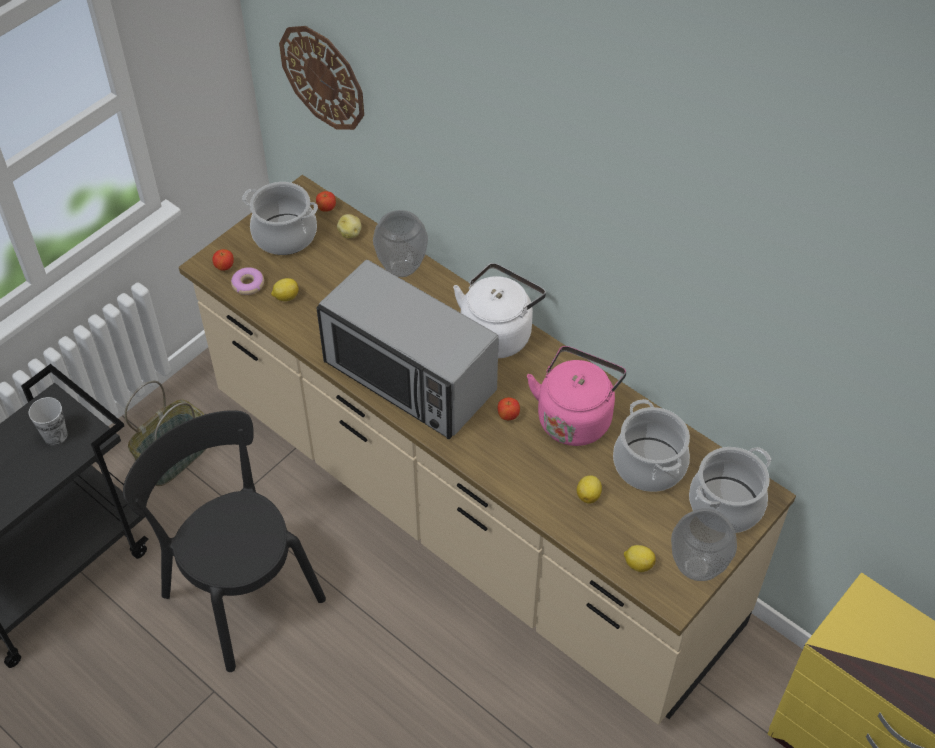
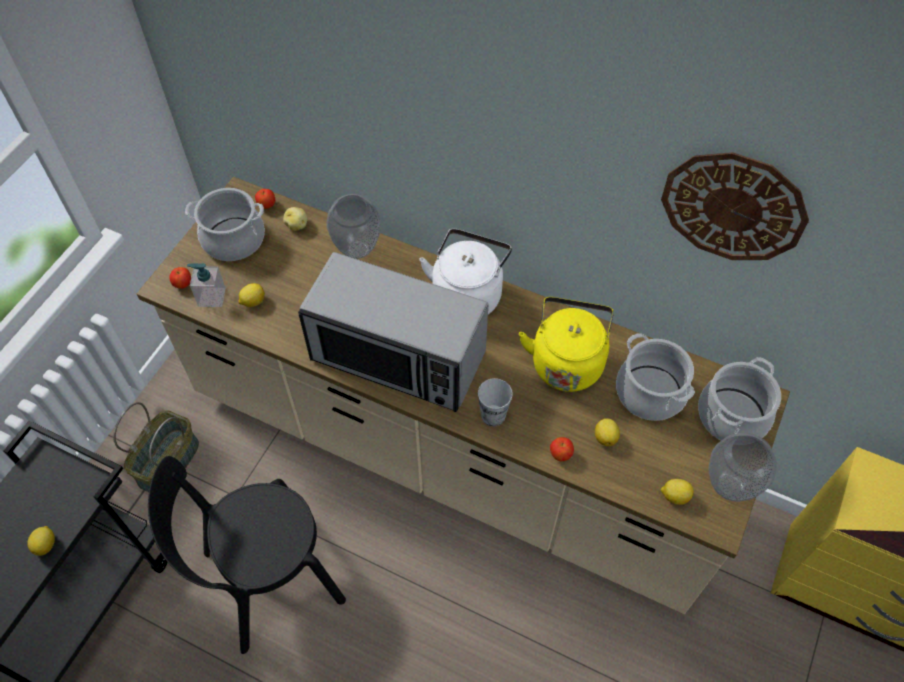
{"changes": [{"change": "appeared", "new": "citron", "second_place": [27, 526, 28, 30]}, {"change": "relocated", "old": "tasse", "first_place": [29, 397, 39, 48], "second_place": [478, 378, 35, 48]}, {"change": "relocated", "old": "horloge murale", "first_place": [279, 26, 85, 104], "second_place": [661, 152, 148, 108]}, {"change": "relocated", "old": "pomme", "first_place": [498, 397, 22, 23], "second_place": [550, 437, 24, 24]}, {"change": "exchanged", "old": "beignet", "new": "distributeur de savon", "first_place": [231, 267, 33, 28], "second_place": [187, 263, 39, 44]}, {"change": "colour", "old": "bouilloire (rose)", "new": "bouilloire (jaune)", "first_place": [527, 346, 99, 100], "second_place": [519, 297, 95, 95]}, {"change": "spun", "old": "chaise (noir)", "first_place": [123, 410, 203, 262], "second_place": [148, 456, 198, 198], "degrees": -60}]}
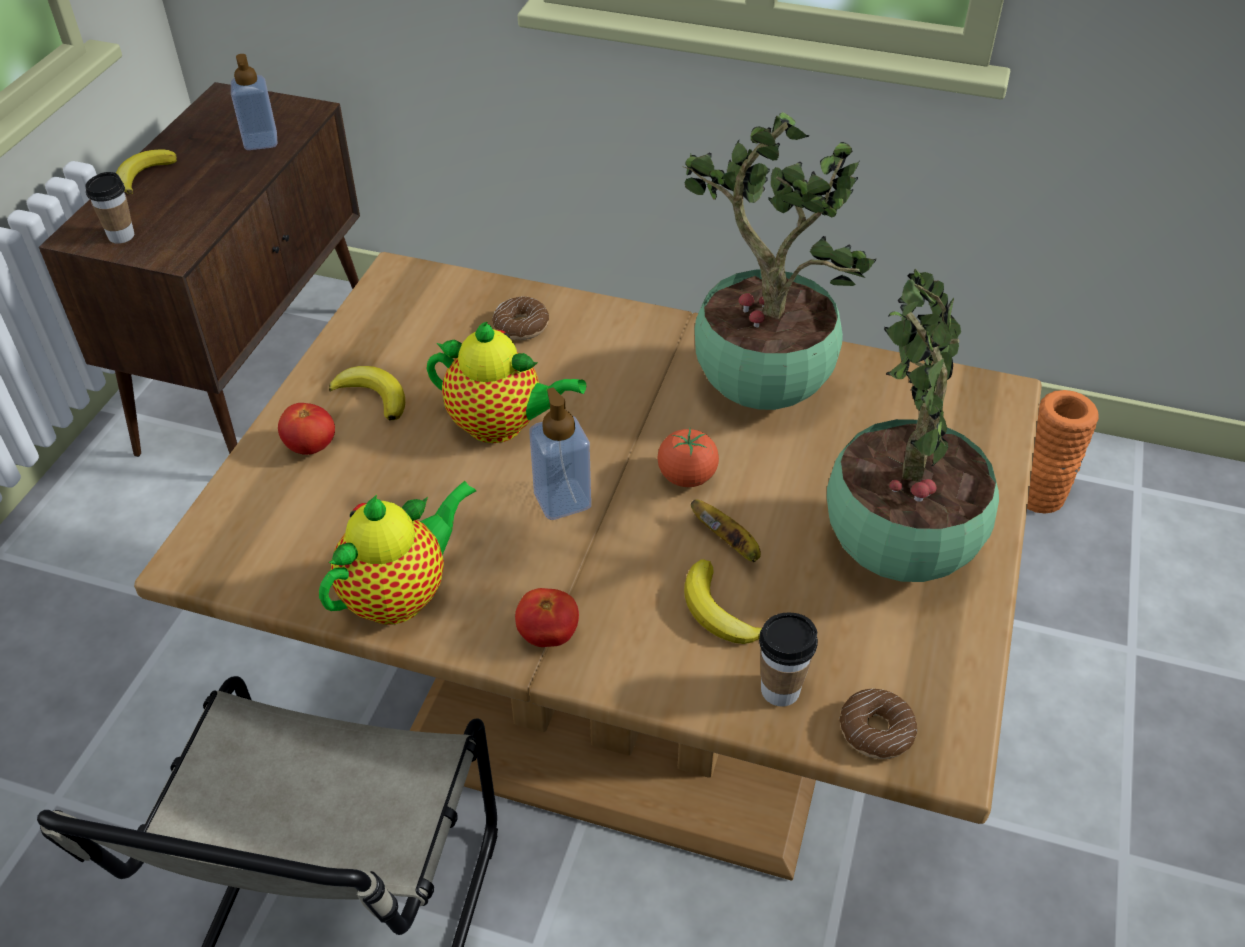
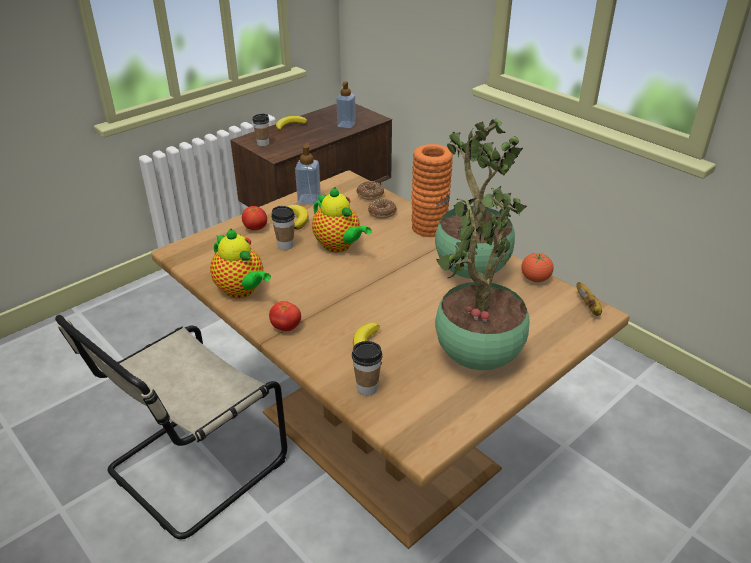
{"changes": [{"change": "appeared", "new": "tasse", "second_place": [271, 206, 24, 44]}, {"change": "relocated", "old": "distributeur de savon", "first_place": [529, 388, 62, 132], "second_place": [295, 143, 26, 62]}, {"change": "relocated", "old": "tomate", "first_place": [657, 427, 62, 60], "second_place": [521, 253, 33, 29]}, {"change": "relocated", "old": "banane", "first_place": [691, 499, 70, 63], "second_place": [576, 282, 26, 34]}, {"change": "relocated", "old": "beignet", "first_place": [839, 689, 78, 70], "second_place": [356, 181, 28, 19]}, {"change": "relocated", "old": "vase (orange)", "first_place": [1027, 390, 72, 124], "second_place": [411, 144, 42, 93]}, {"change": "spun", "old": "théière", "first_place": [319, 481, 157, 144], "second_place": [210, 228, 61, 70], "degrees": 60}]}
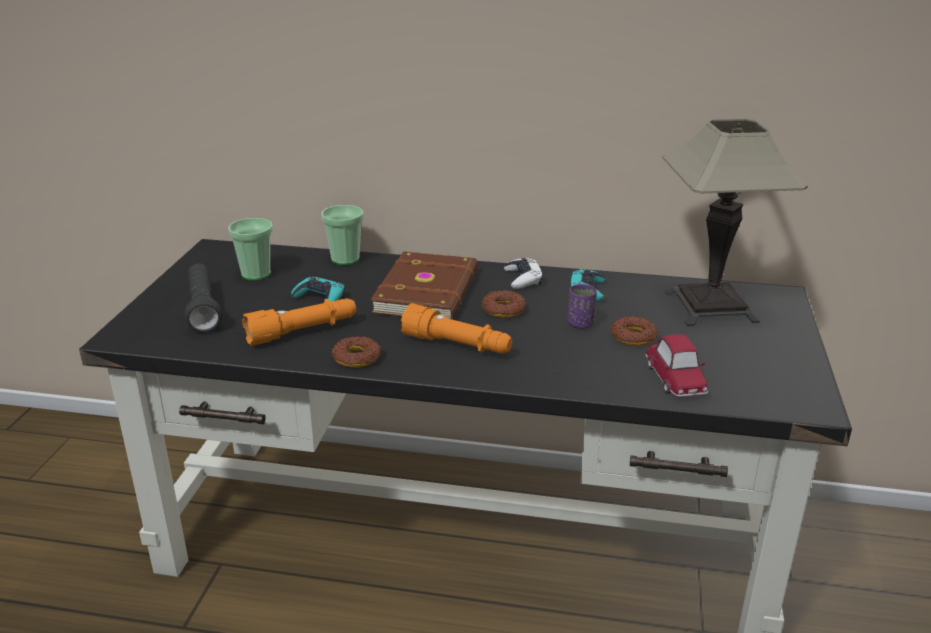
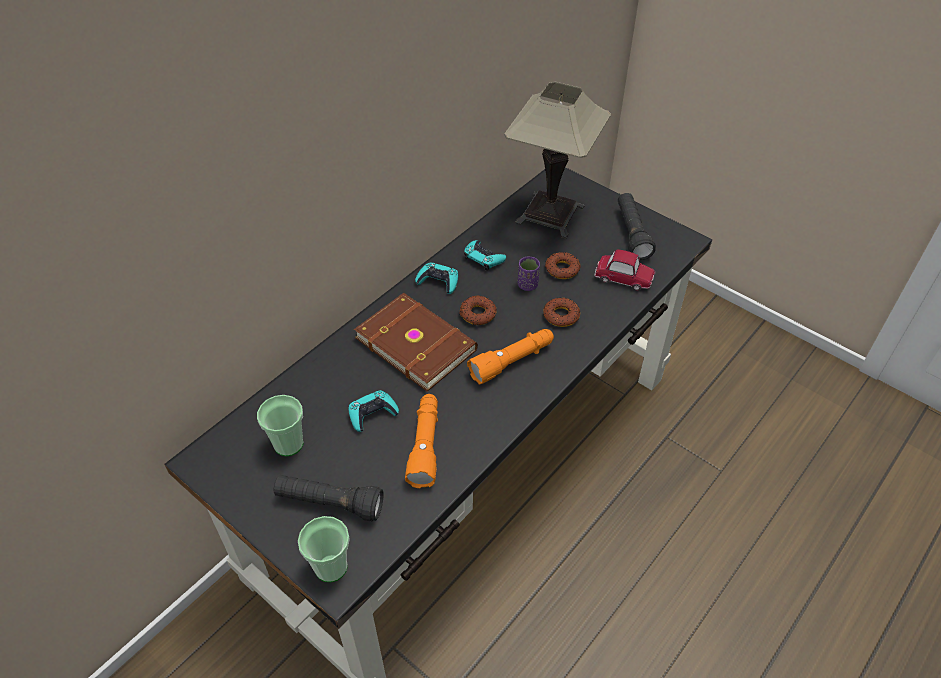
{"changes": [{"change": "appeared", "new": "lampe de poche (noir)", "second_place": [618, 193, 38, 67]}, {"change": "relocated", "old": "tasse", "first_place": [321, 205, 43, 60], "second_place": [298, 516, 52, 66]}, {"change": "relocated", "old": "beignet", "first_place": [331, 336, 50, 32], "second_place": [543, 298, 37, 29]}, {"change": "colour", "old": "manette (blanc)", "new": "manette (turquoise)", "first_place": [504, 258, 39, 31], "second_place": [415, 262, 43, 32]}]}
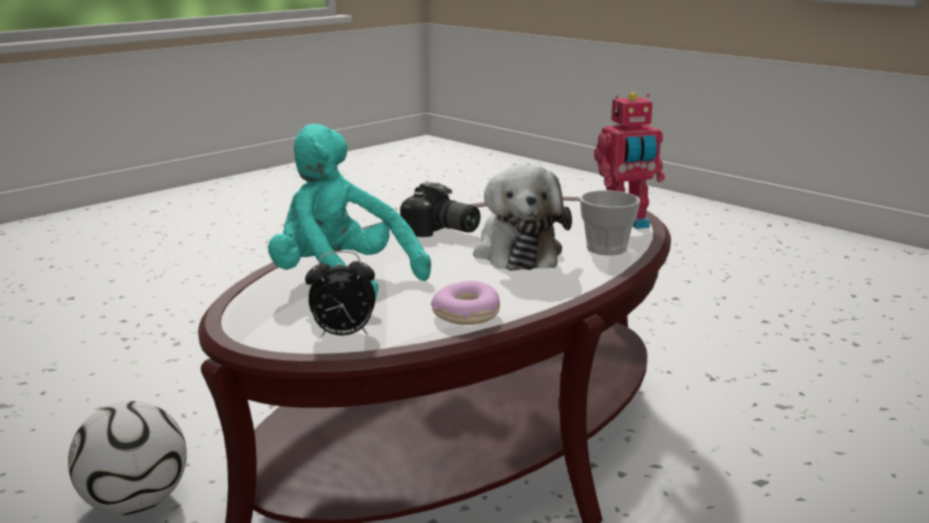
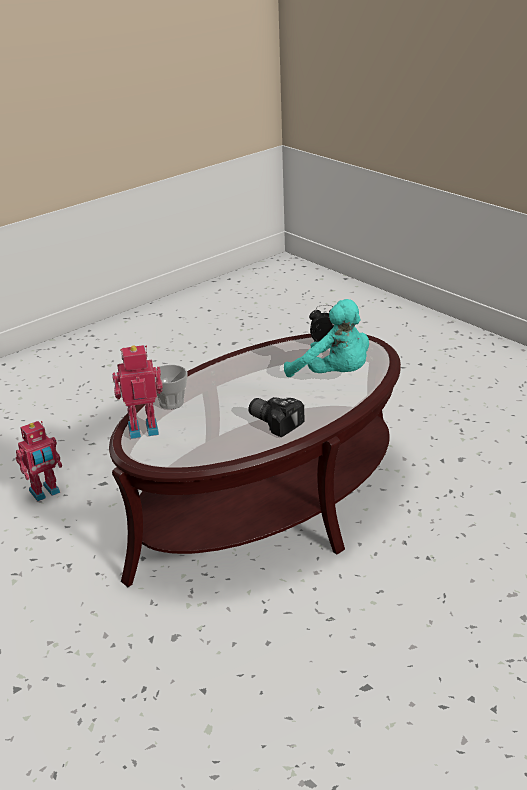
{"changes": [{"change": "missing", "old": "ballon de foot", "first_place": [68, 401, 119, 114]}, {"change": "missing", "old": "beignet", "first_place": [431, 281, 69, 44]}, {"change": "missing", "old": "peluche", "first_place": [473, 165, 99, 106]}, {"change": "appeared", "new": "robot jouet", "second_place": [16, 421, 46, 80]}]}
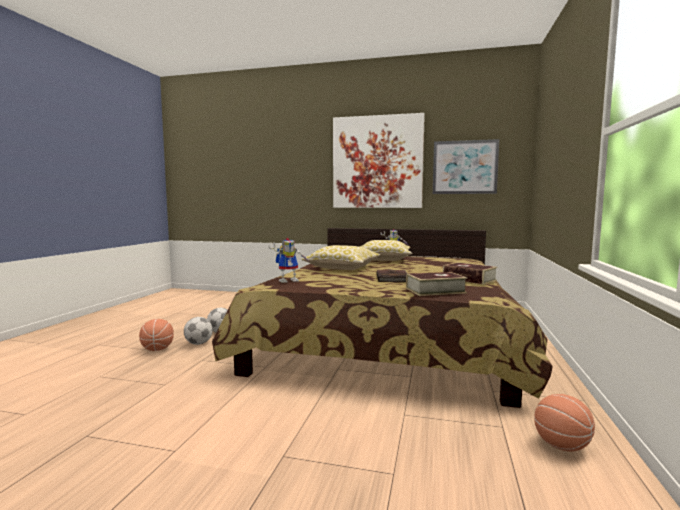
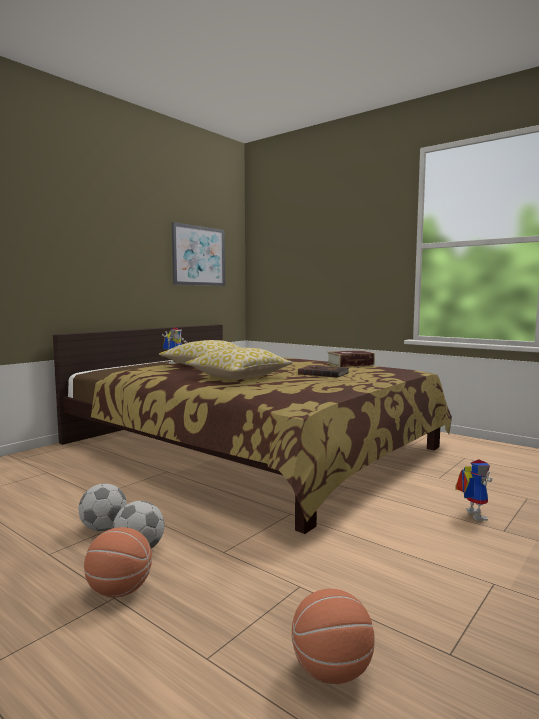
{"changes": [{"change": "missing", "old": "tableau", "first_place": [333, 113, 92, 95]}, {"change": "missing", "old": "livre", "first_place": [406, 272, 61, 24]}, {"change": "relocated", "old": "robot jouet", "first_place": [268, 238, 42, 45], "second_place": [455, 459, 37, 62]}, {"change": "relocated", "old": "ballon de basket", "first_place": [534, 394, 61, 57], "second_place": [292, 589, 83, 95]}]}
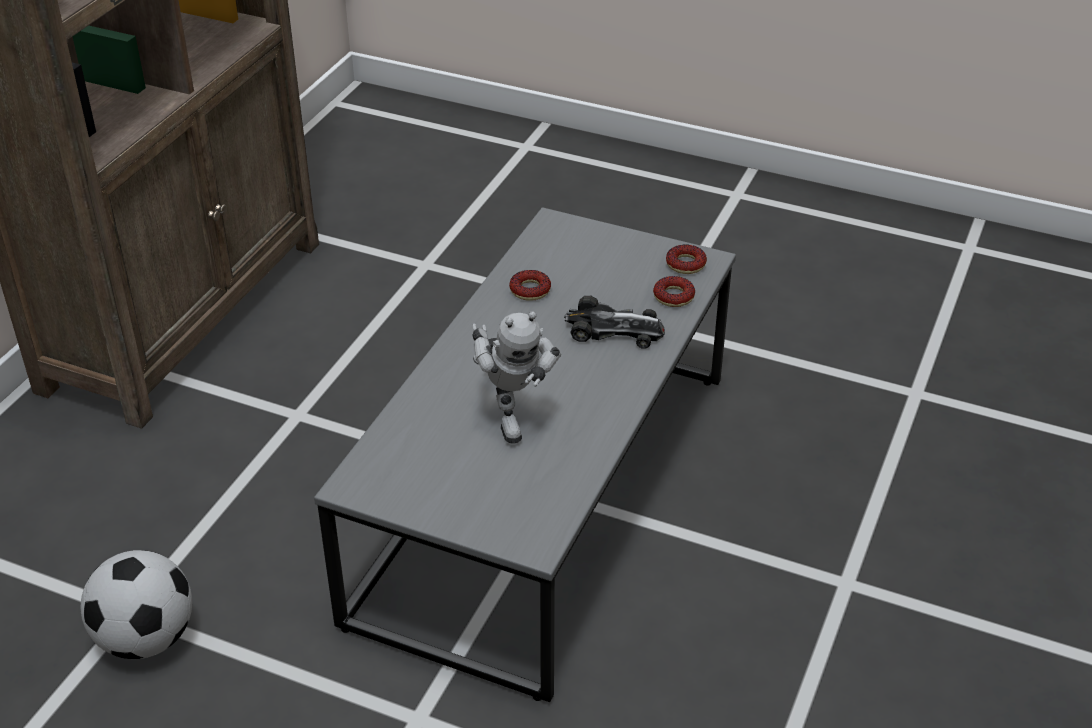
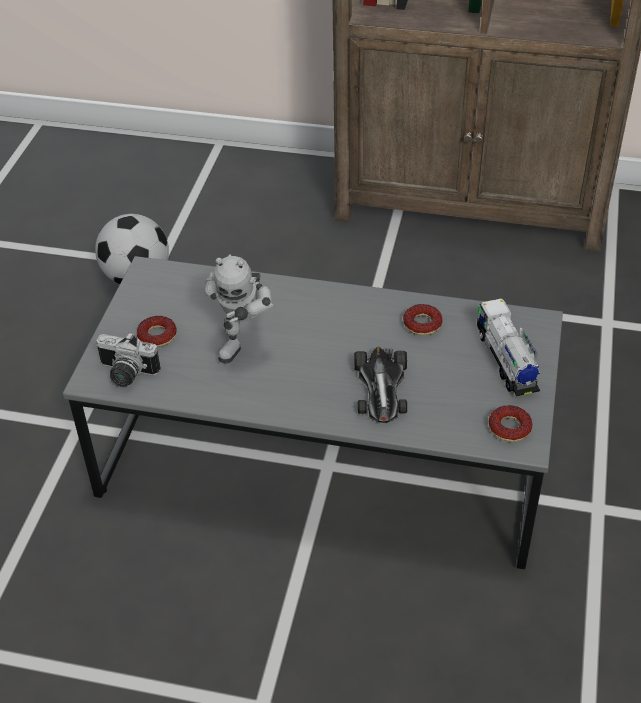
{"changes": [{"change": "appeared", "new": "appareil photo", "second_place": [96, 332, 64, 55]}, {"change": "appeared", "new": "camion jouet", "second_place": [477, 298, 63, 98]}, {"change": "relocated", "old": "beignet", "first_place": [653, 276, 42, 31], "second_place": [137, 316, 40, 31]}, {"change": "spun", "old": "robot jouet", "first_place": [472, 311, 89, 132], "second_place": [205, 254, 69, 109], "degrees": -45}]}
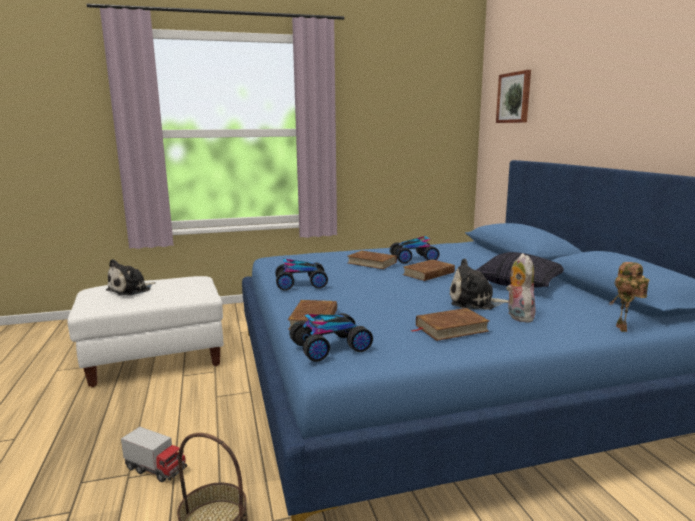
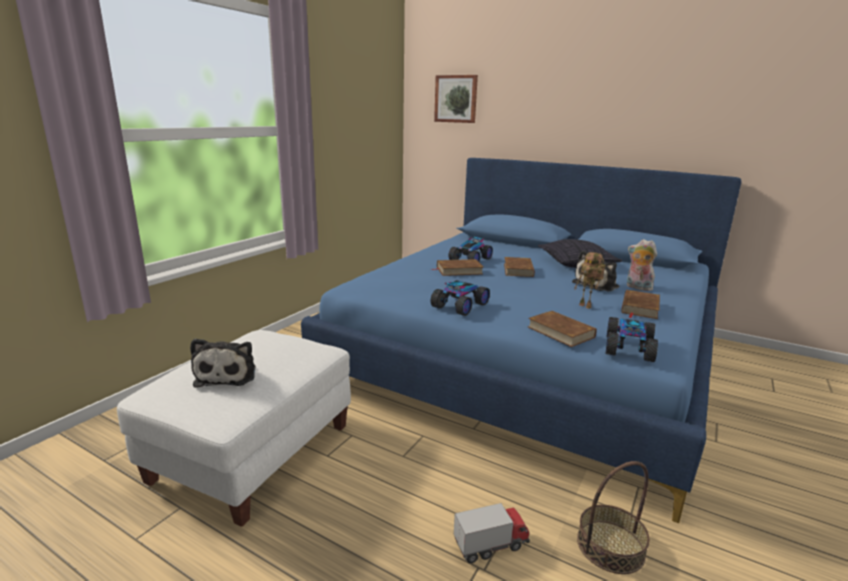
{"changes": [{"change": "relocated", "old": "robot jouet", "first_place": [610, 262, 39, 70], "second_place": [574, 252, 32, 57]}]}
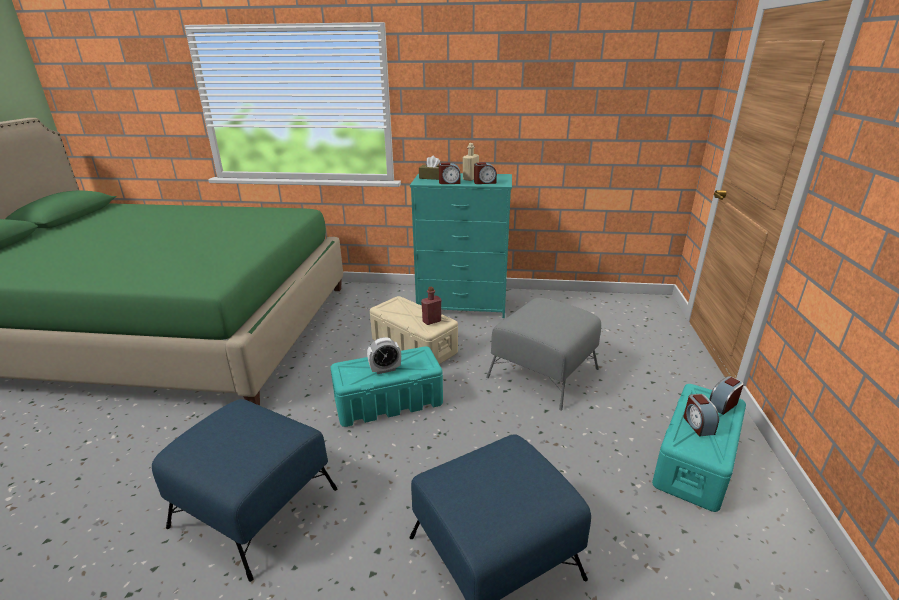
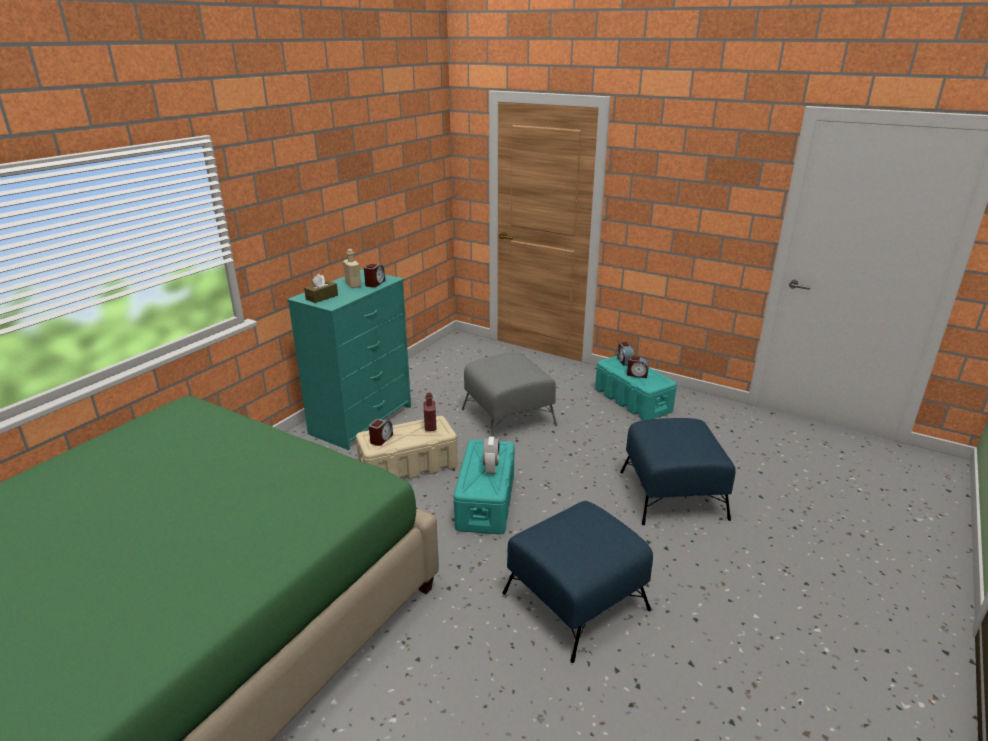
{"changes": [{"change": "relocated", "old": "réveil", "first_place": [439, 163, 21, 21], "second_place": [369, 418, 24, 28]}]}
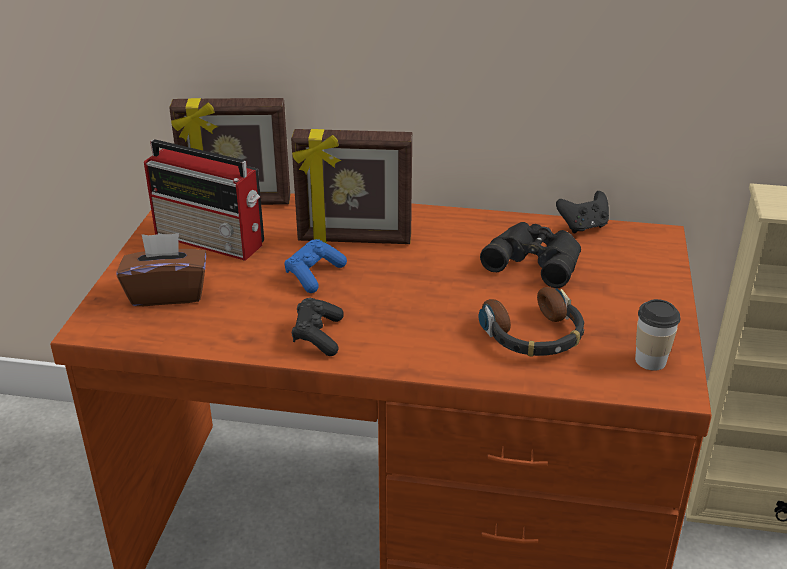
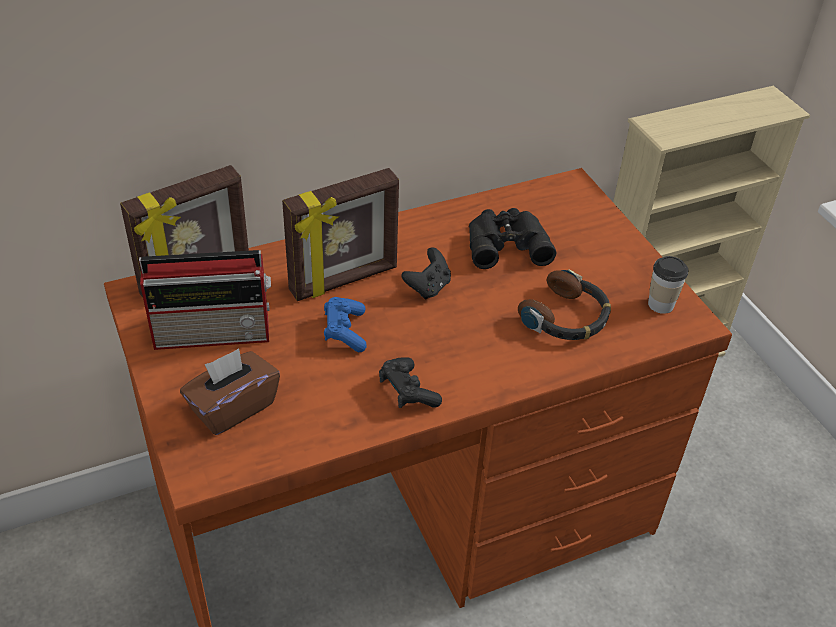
{"changes": [{"change": "relocated", "old": "manette (noir)", "first_place": [556, 191, 53, 42], "second_place": [402, 247, 49, 53]}]}
